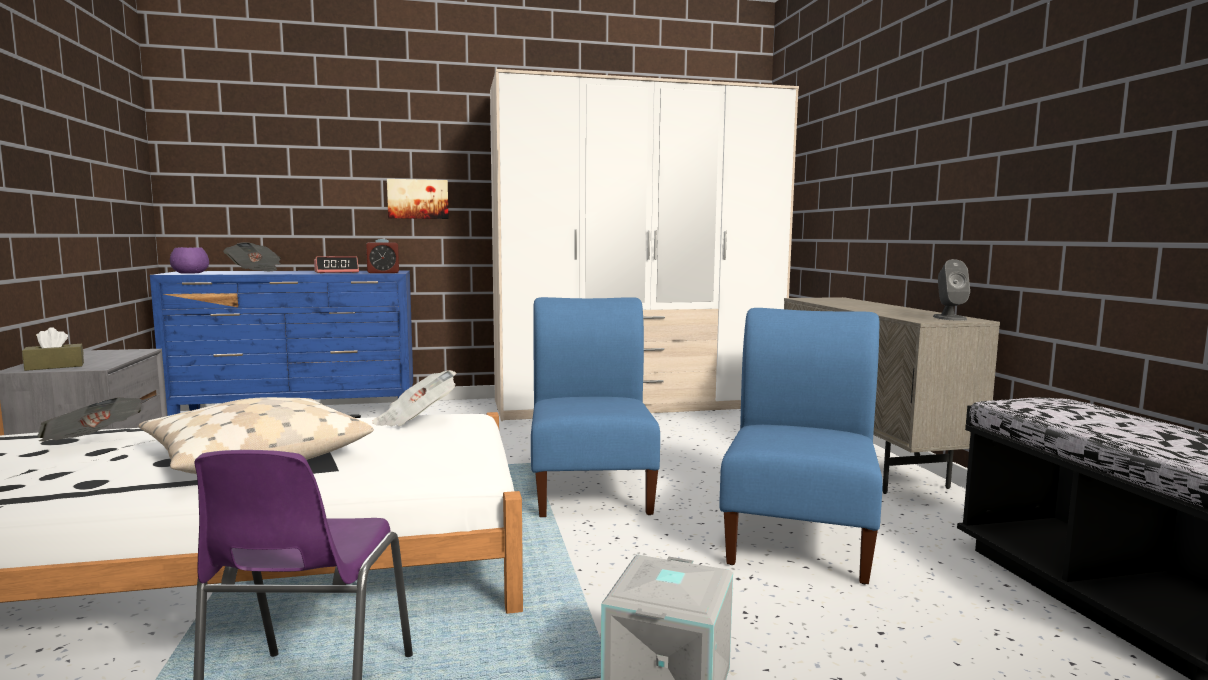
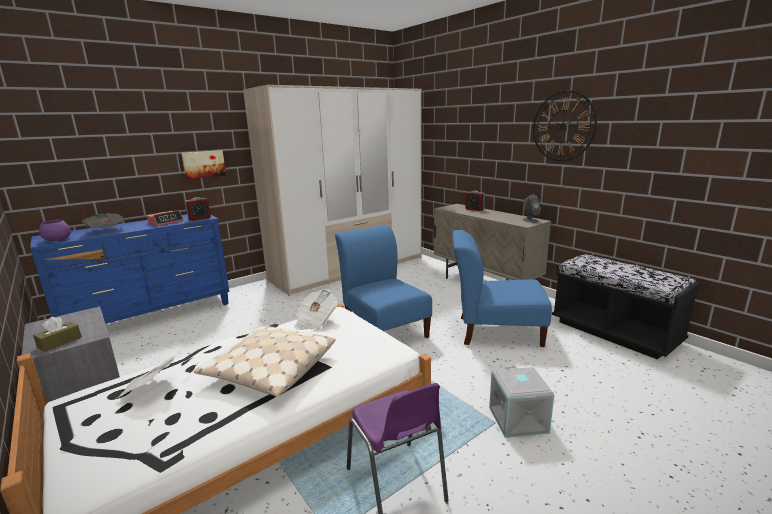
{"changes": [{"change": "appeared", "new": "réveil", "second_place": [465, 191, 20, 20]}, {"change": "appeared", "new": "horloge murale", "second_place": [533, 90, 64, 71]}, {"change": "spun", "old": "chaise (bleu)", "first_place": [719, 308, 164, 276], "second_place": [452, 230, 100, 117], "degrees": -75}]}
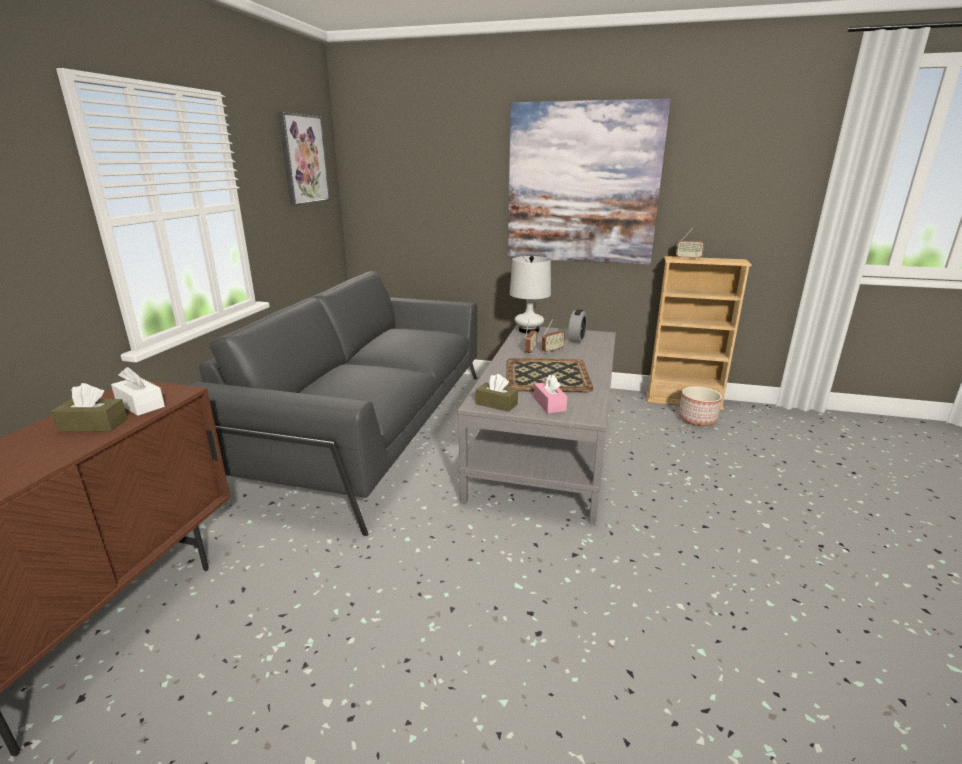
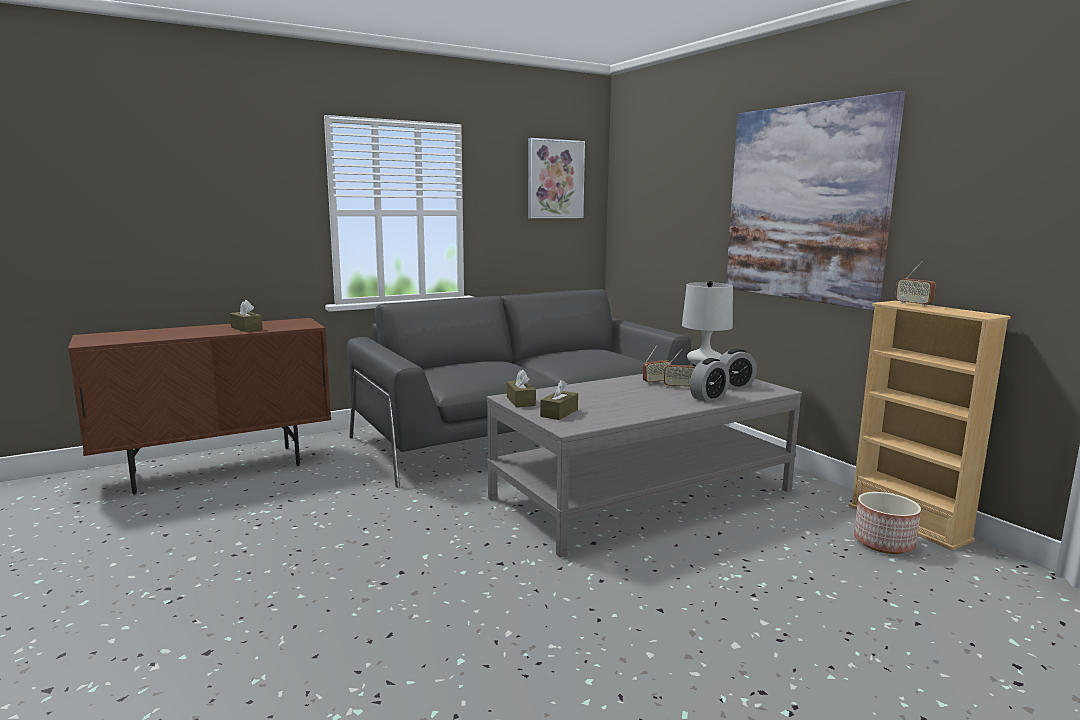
{"changes": [{"change": "missing", "old": "boîte à mouchoirs (blanc)", "first_place": [111, 367, 54, 49]}, {"change": "missing", "old": "plateau", "first_place": [506, 358, 87, 34]}, {"change": "appeared", "new": "réveil", "second_place": [690, 358, 40, 44]}, {"change": "colour", "old": "boîte à mouchoirs (rose)", "new": "boîte à mouchoirs (marron)", "first_place": [534, 374, 33, 40], "second_place": [540, 380, 38, 40]}]}
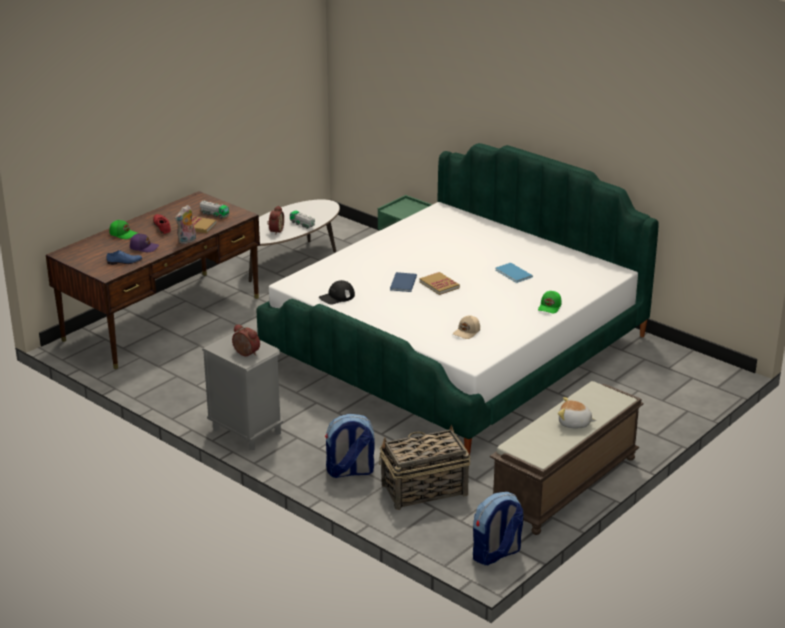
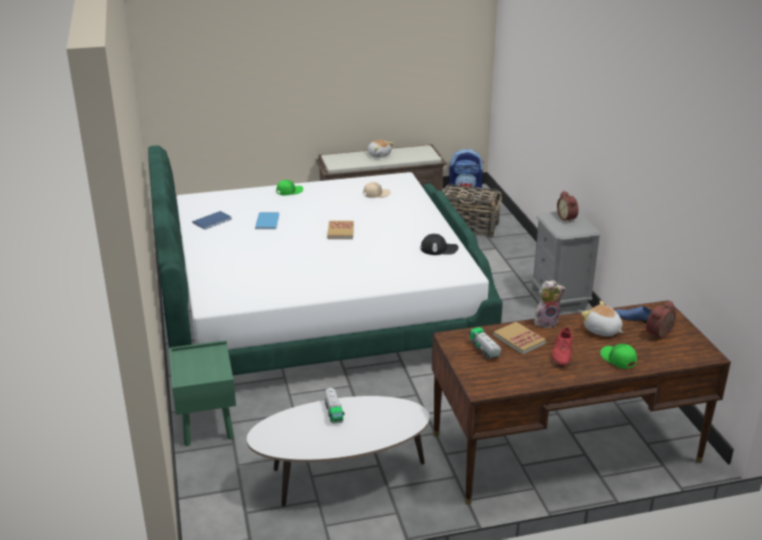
{"changes": [{"change": "missing", "old": "sac à dos", "first_place": [325, 414, 49, 64]}, {"change": "relocated", "old": "réveil", "first_place": [267, 206, 17, 29], "second_place": [646, 301, 30, 37]}, {"change": "relocated", "old": "livre (bleu)", "first_place": [390, 272, 27, 20], "second_place": [192, 211, 40, 19]}, {"change": "exchanged", "old": "casquette (violet)", "new": "peluche", "first_place": [130, 234, 29, 18], "second_place": [581, 301, 42, 35]}]}
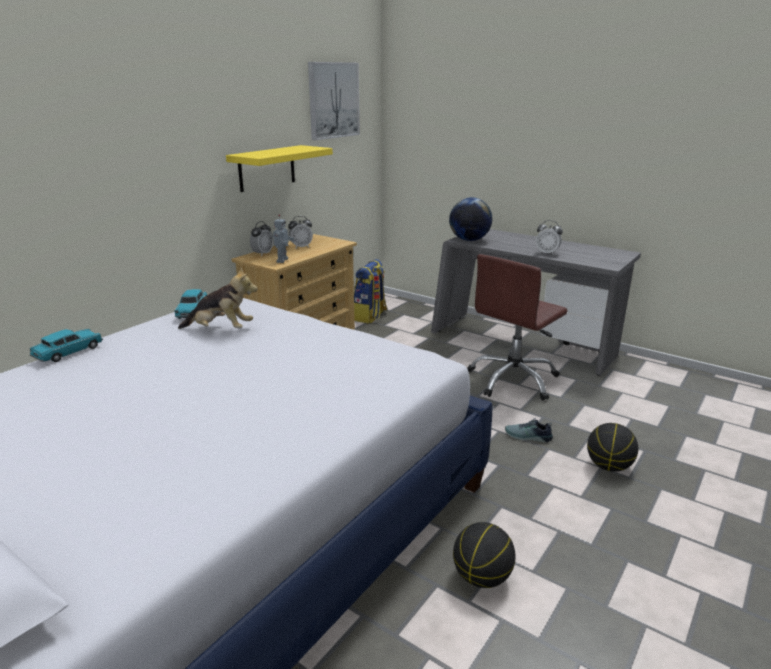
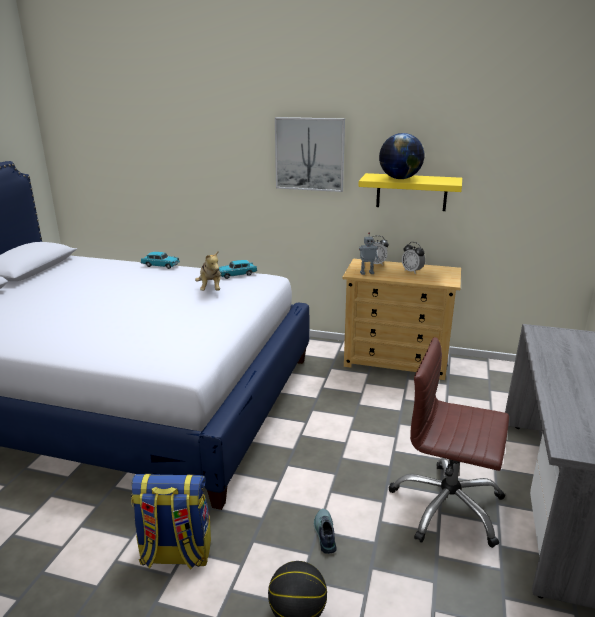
{"changes": [{"change": "missing", "old": "ballon de basket", "first_place": [453, 522, 63, 66]}, {"change": "missing", "old": "réveil", "first_place": [536, 220, 27, 35]}, {"change": "relocated", "old": "tableau", "first_place": [308, 62, 52, 78], "second_place": [275, 117, 70, 75]}, {"change": "relocated", "old": "sac à dos", "first_place": [354, 259, 33, 65], "second_place": [131, 473, 80, 97]}, {"change": "relocated", "old": "globe", "first_place": [449, 197, 43, 44], "second_place": [379, 133, 45, 46]}]}
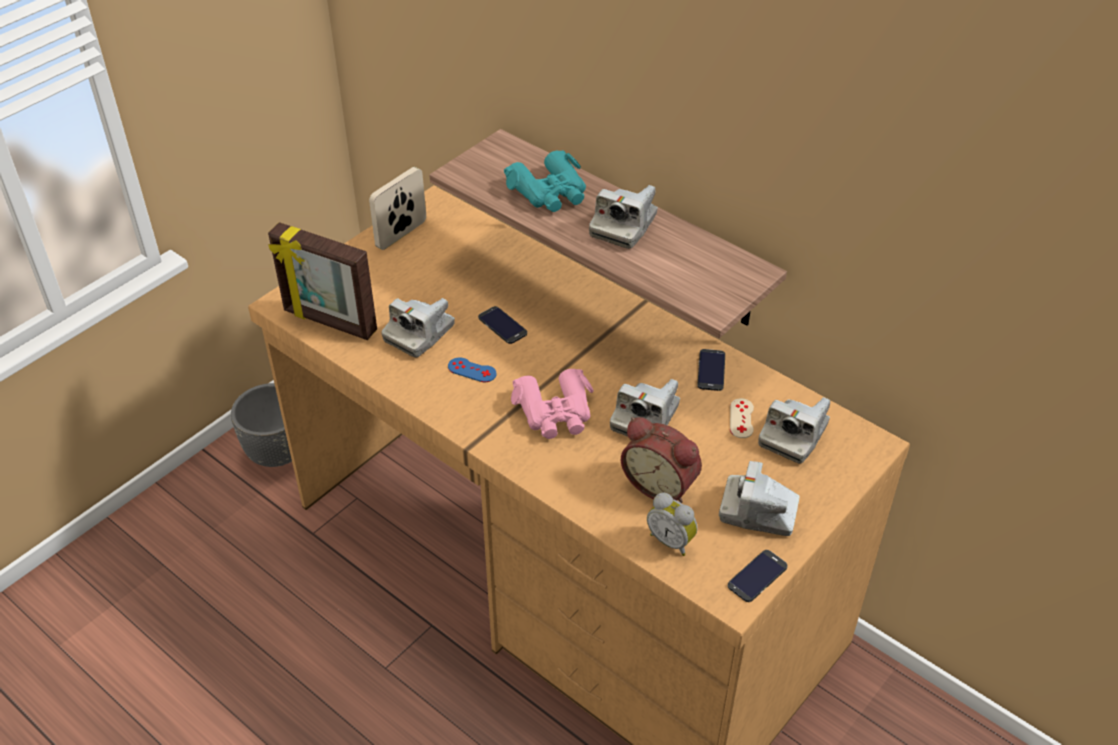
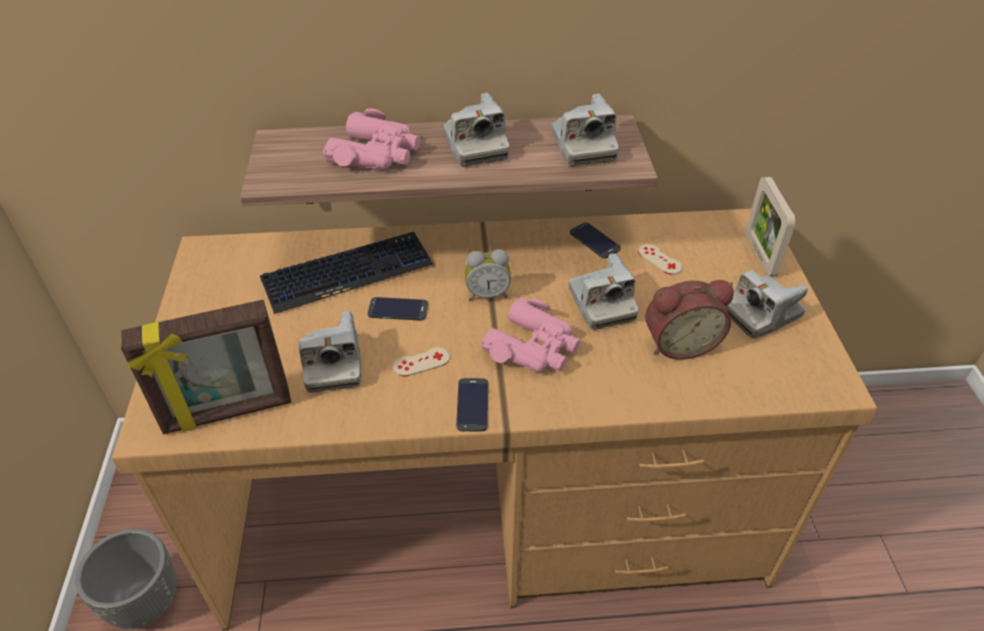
{"changes": [{"change": "appeared", "new": "clavier", "second_place": [260, 232, 173, 82]}, {"change": "relocated", "old": "cadre photo", "first_place": [369, 167, 57, 83], "second_place": [746, 177, 50, 99]}, {"change": "relocated", "old": "réveil", "first_place": [647, 493, 51, 63], "second_place": [465, 249, 46, 52]}, {"change": "relocated", "old": "téléphone", "first_place": [728, 550, 60, 52], "second_place": [456, 378, 32, 54]}, {"change": "relocated", "old": "appareil photo", "first_place": [758, 397, 72, 66], "second_place": [552, 94, 67, 73]}, {"change": "colour", "old": "manette (bleu)", "new": "manette (beige)", "first_place": [448, 357, 49, 25], "second_place": [393, 347, 57, 29]}, {"change": "colour", "old": "jumelles (turquoise)", "new": "jumelles (rose)", "first_place": [504, 151, 82, 61], "second_place": [323, 108, 97, 62]}]}
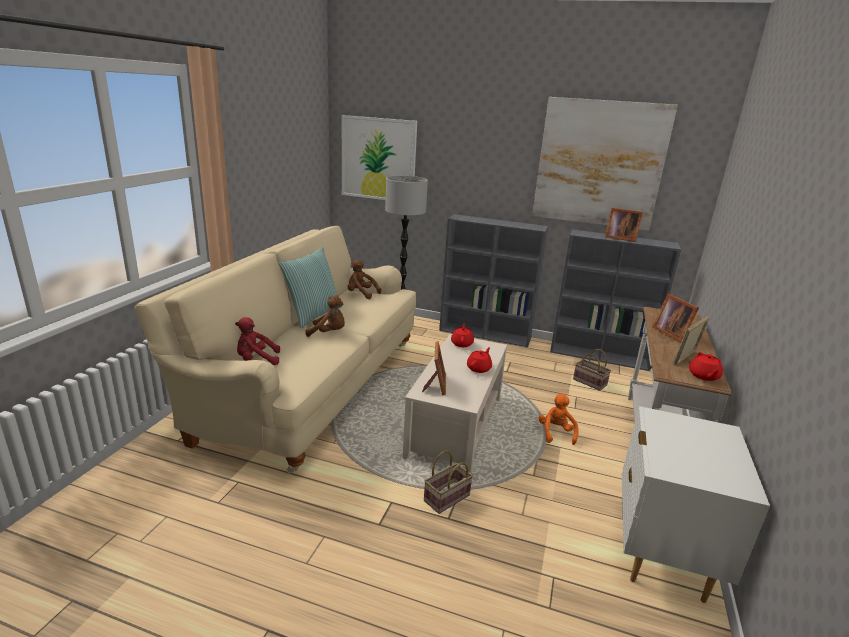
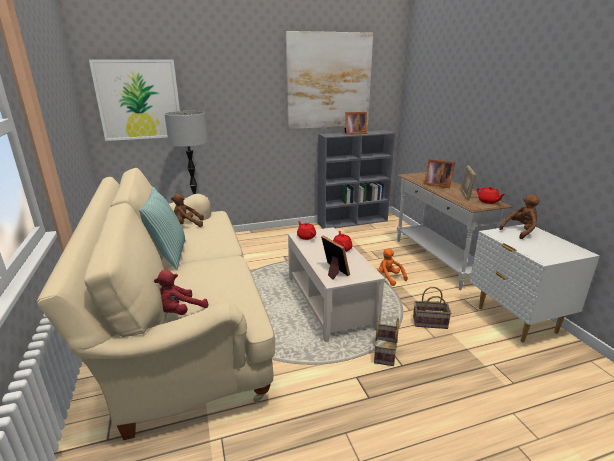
{"changes": [{"change": "missing", "old": "bibliothèque (gris)", "first_place": [439, 214, 109, 133]}, {"change": "relocated", "old": "peluche (marron)", "first_place": [305, 295, 40, 42], "second_place": [499, 194, 41, 45]}, {"change": "relocated", "old": "panier", "first_place": [573, 349, 38, 42], "second_place": [413, 287, 38, 42]}]}
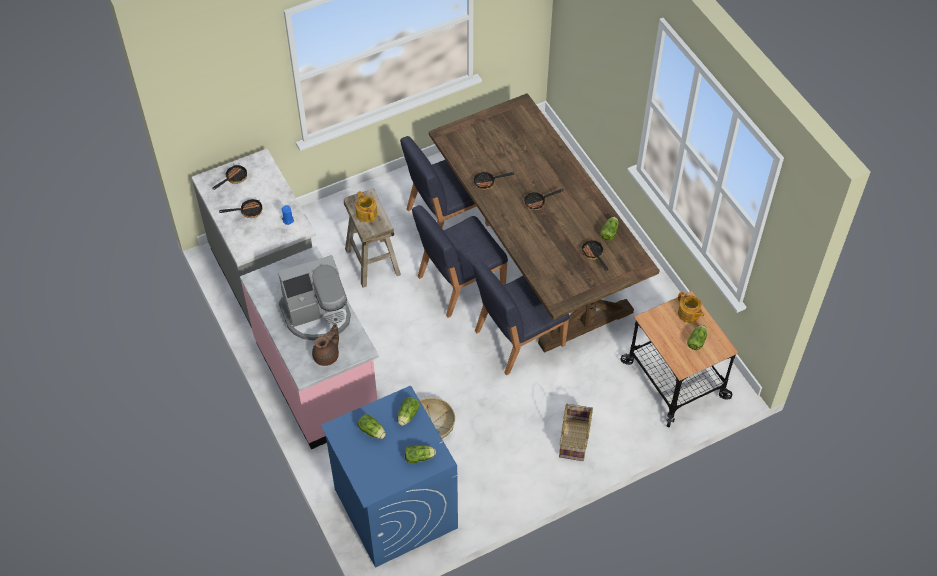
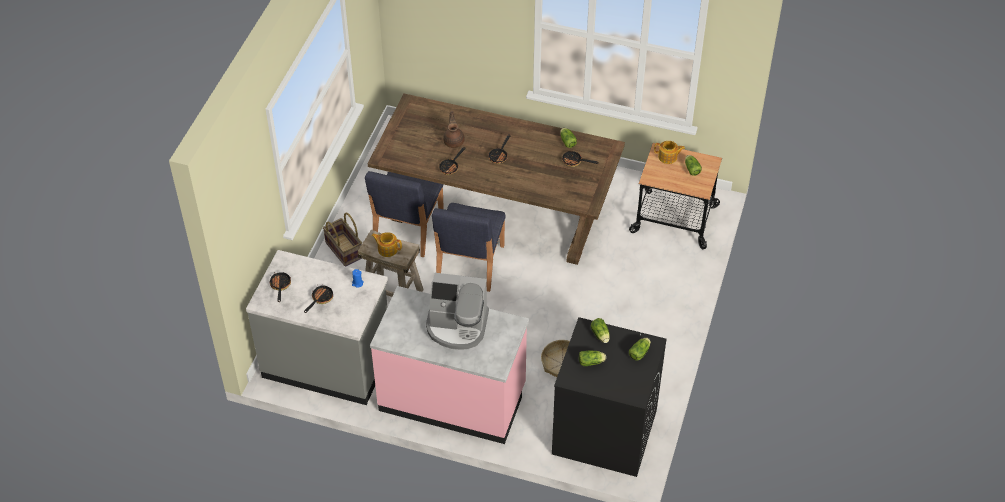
{"changes": [{"change": "missing", "old": "chaise (bleu)", "first_place": [473, 261, 97, 114]}, {"change": "relocated", "old": "théière (marron)", "first_place": [312, 324, 27, 42], "second_place": [443, 111, 22, 37]}, {"change": "relocated", "old": "panier", "first_place": [559, 404, 34, 57], "second_place": [323, 213, 39, 53]}, {"change": "colour", "old": "lave-linge (bleu)", "new": "lave-linge (noir)", "first_place": [321, 386, 137, 182], "second_place": [552, 317, 114, 160]}, {"change": "spun", "old": "machine à café", "first_place": [278, 255, 73, 86], "second_place": [426, 273, 63, 77], "degrees": 75}]}
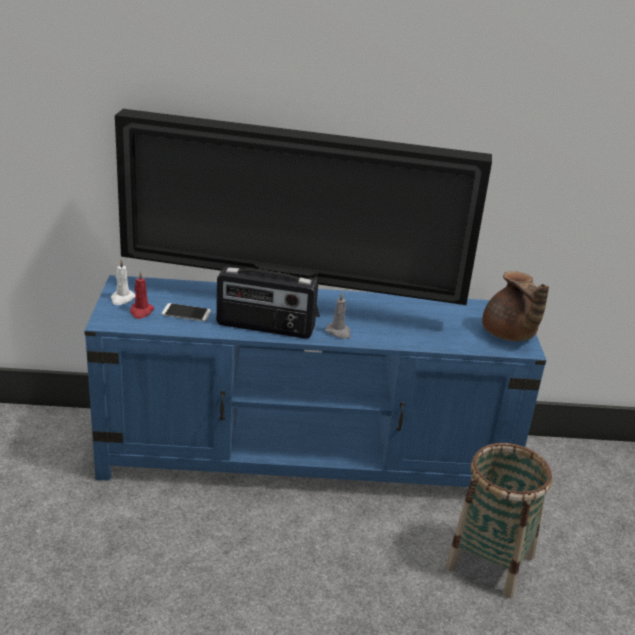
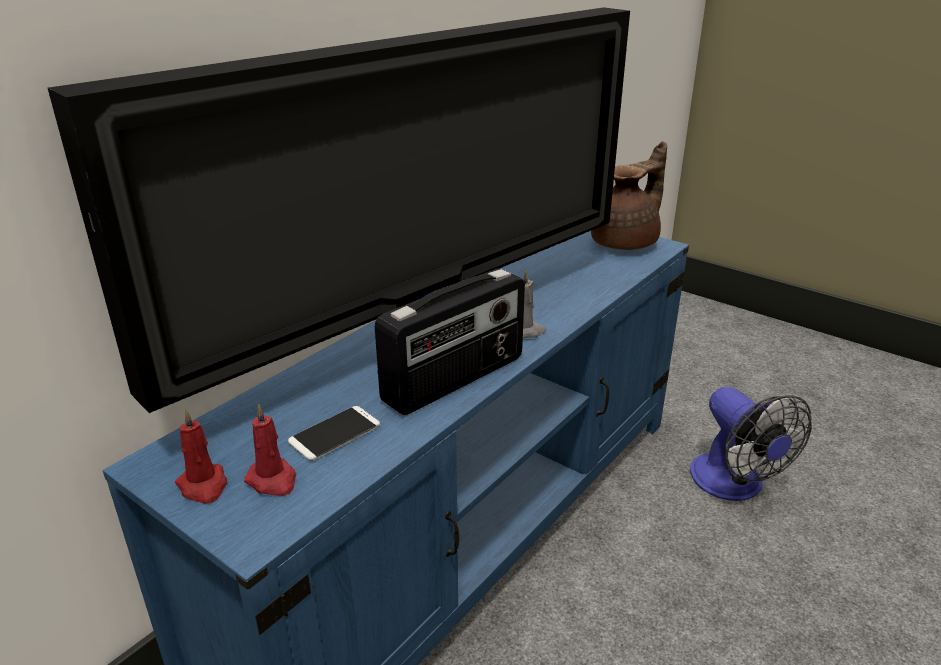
{"changes": [{"change": "exchanged", "old": "panier", "new": "ventilateur", "first_place": [446, 443, 106, 155], "second_place": [690, 387, 122, 114]}, {"change": "colour", "old": "bougie (blanc)", "new": "bougie (rouge)", "first_place": [111, 259, 25, 46], "second_place": [175, 409, 52, 95]}, {"change": "spun", "old": "théière (marron)", "first_place": [482, 271, 67, 70], "second_place": [591, 141, 76, 109], "degrees": -60}]}
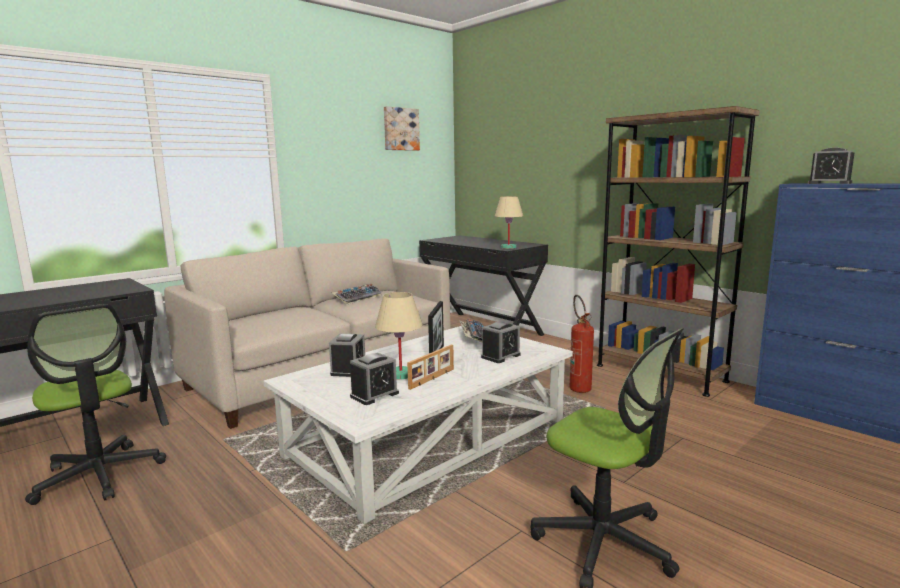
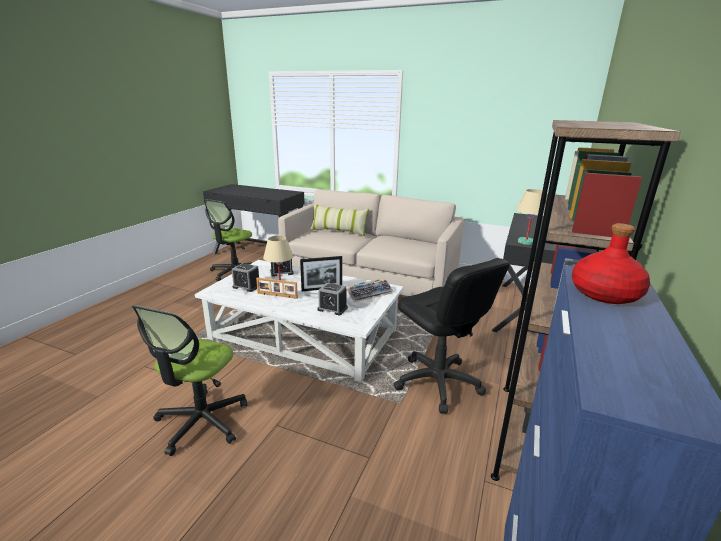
{"changes": [{"change": "missing", "old": "clavier", "first_place": [332, 284, 50, 21]}, {"change": "missing", "old": "tableau", "first_place": [384, 106, 36, 45]}, {"change": "appeared", "new": "coussin", "second_place": [310, 204, 59, 32]}, {"change": "exchanged", "old": "extincteur", "new": "chaise de bureau (noir)", "first_place": [570, 295, 24, 98], "second_place": [394, 258, 115, 156]}, {"change": "exchanged", "old": "réveil", "new": "bouteille (rouge)", "first_place": [808, 147, 46, 37], "second_place": [572, 223, 78, 81]}]}
